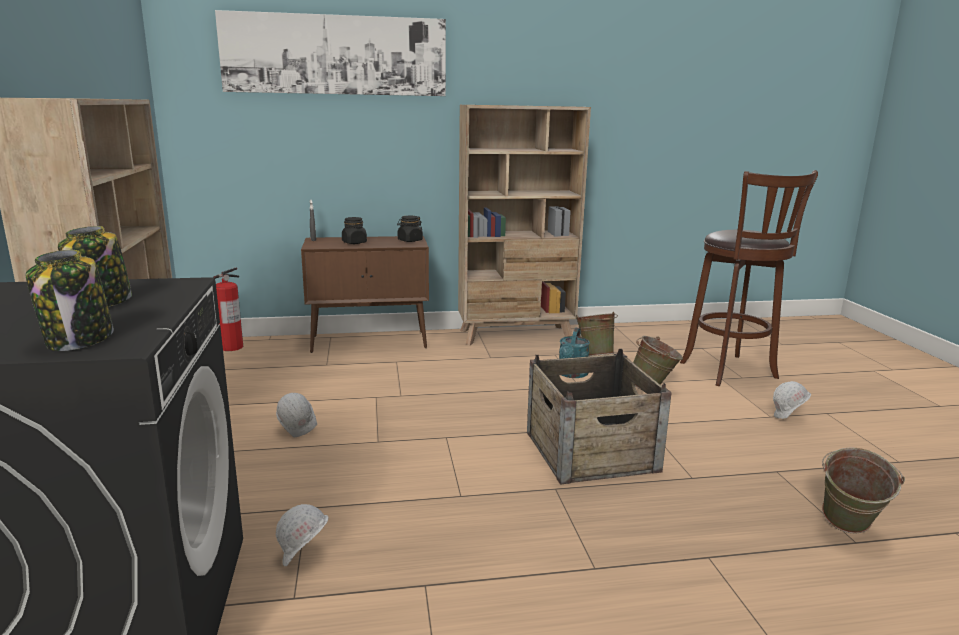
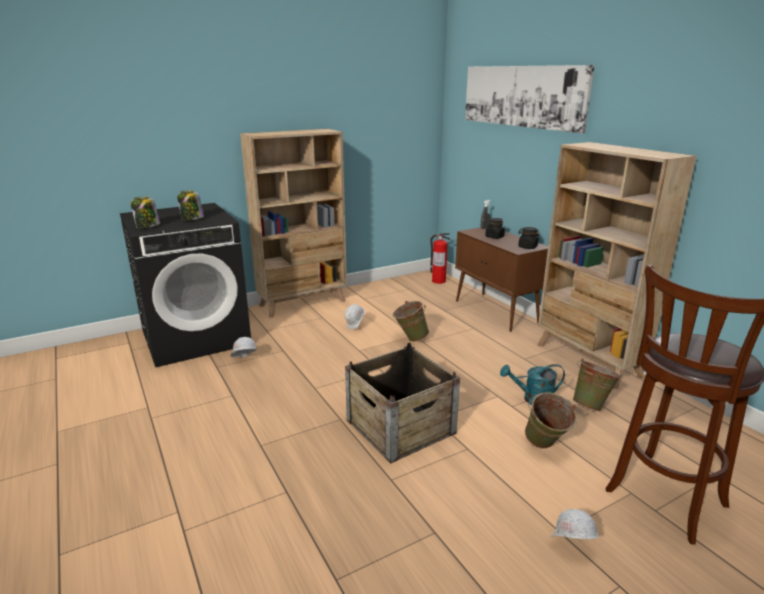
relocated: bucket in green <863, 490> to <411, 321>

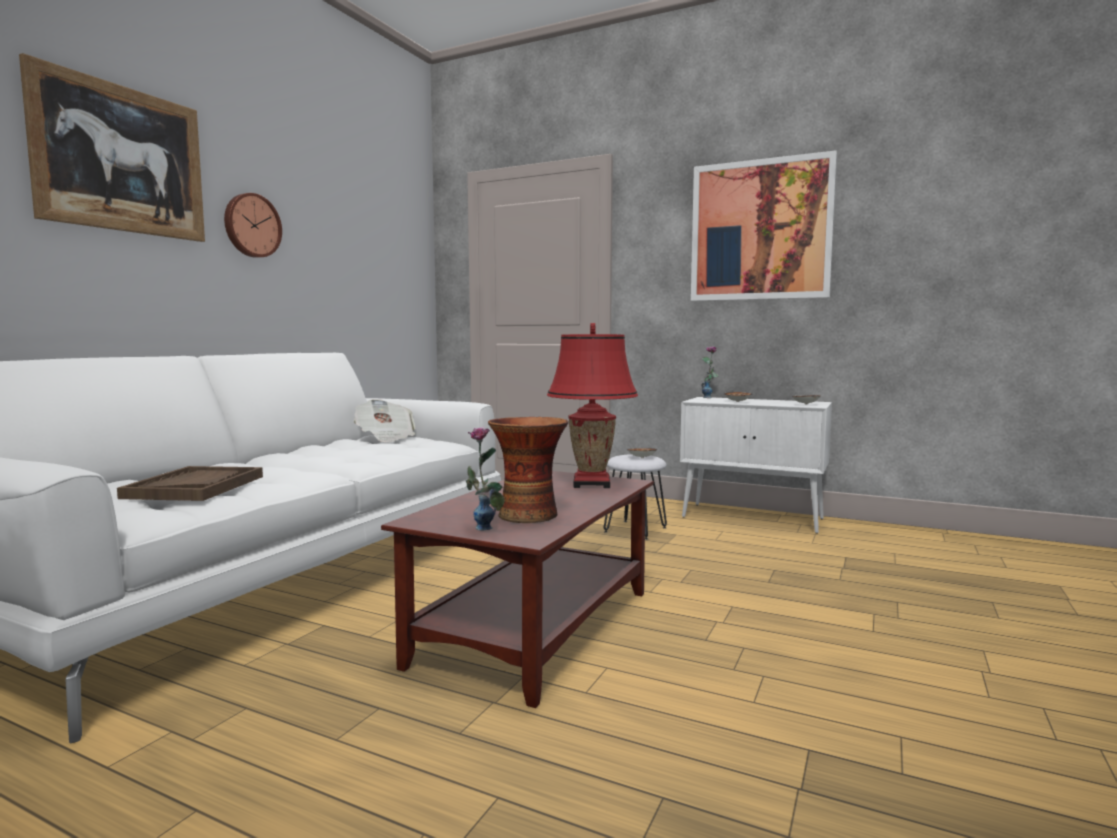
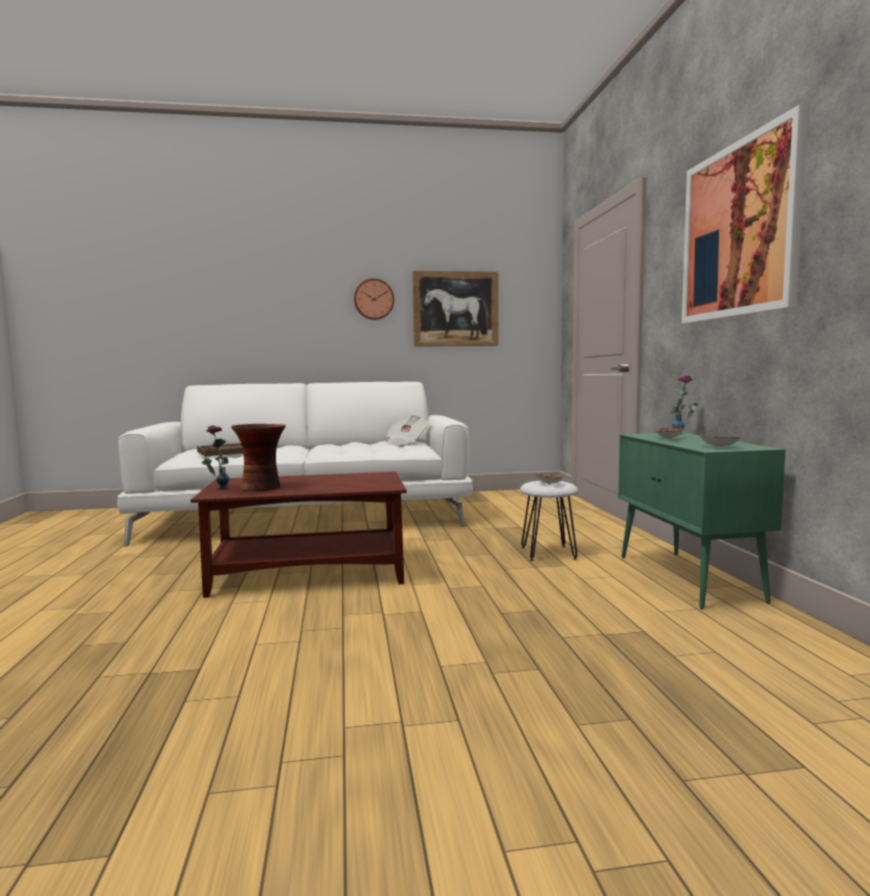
missing: table lamp in red <592, 405>
relocated: picture <112, 147> to <455, 309>
colour: cabinet in white <756, 465> to cabinet in green <701, 521>

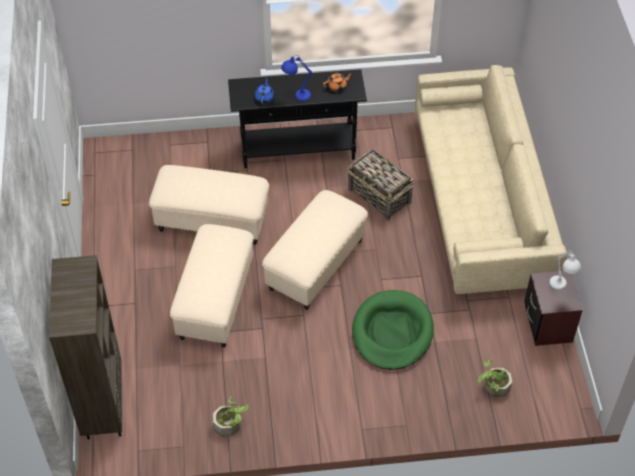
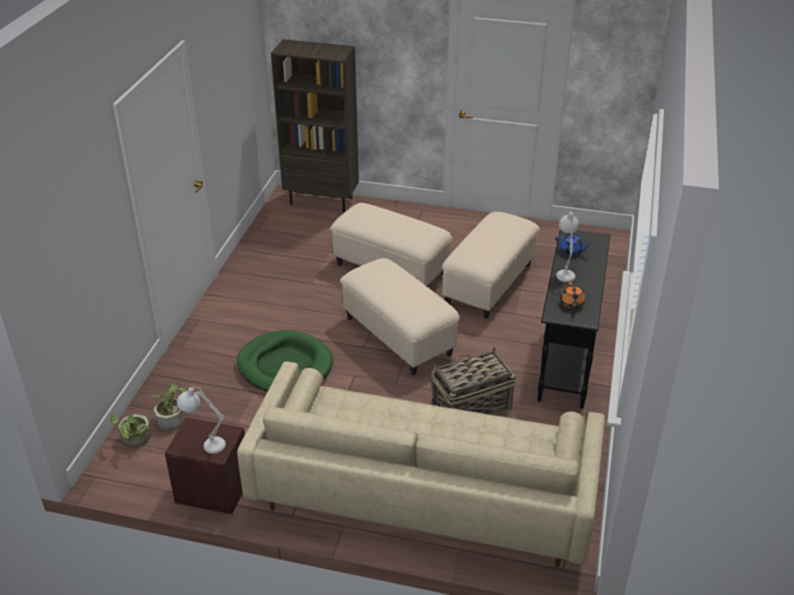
relocated: potted plant <231, 416> to <130, 431>
colour: table lamp in blue <296, 78> to table lamp in white <567, 247>

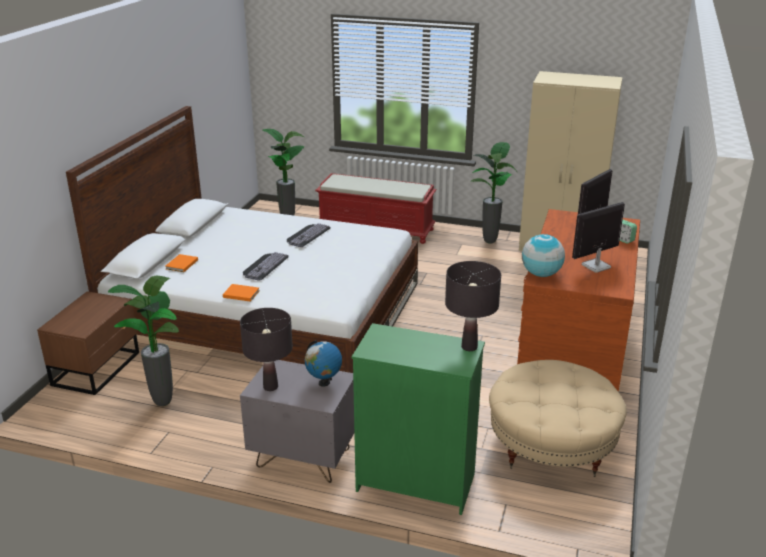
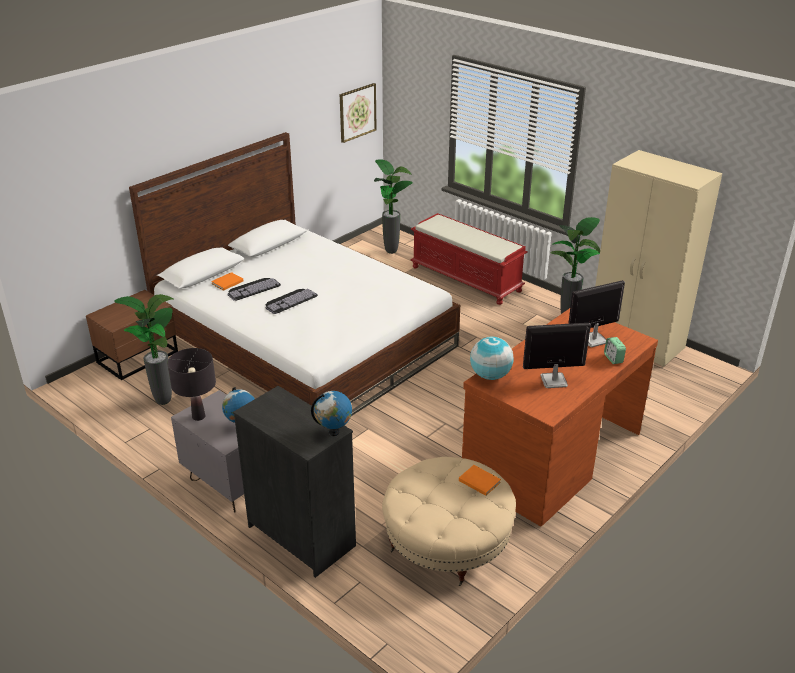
appeared: picture <358, 113>
relocated: book in orange <241, 293> to <480, 480>; keyboard <309, 235> to <254, 289>
exchanged: table lamp in black <473, 306> to globe <331, 413>
colour: dresser in green <418, 419> to dresser in black <294, 482>

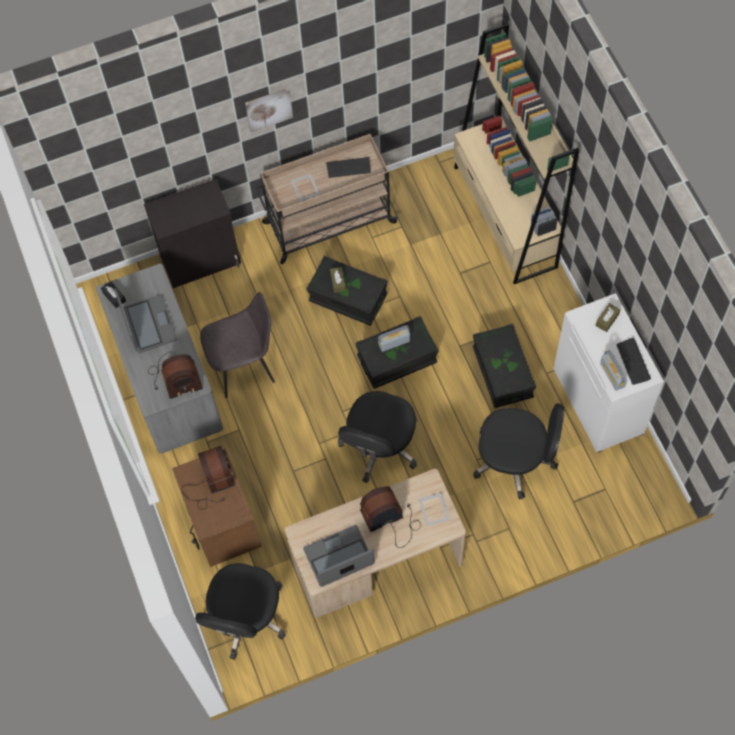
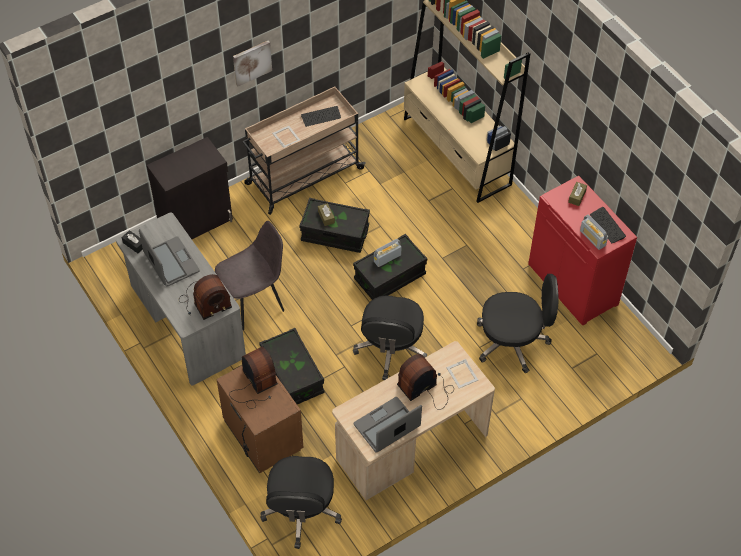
relocated: storage box in black <504, 366> to <291, 366>
colour: cabinet in white <609, 373> to cabinet in red <582, 250>

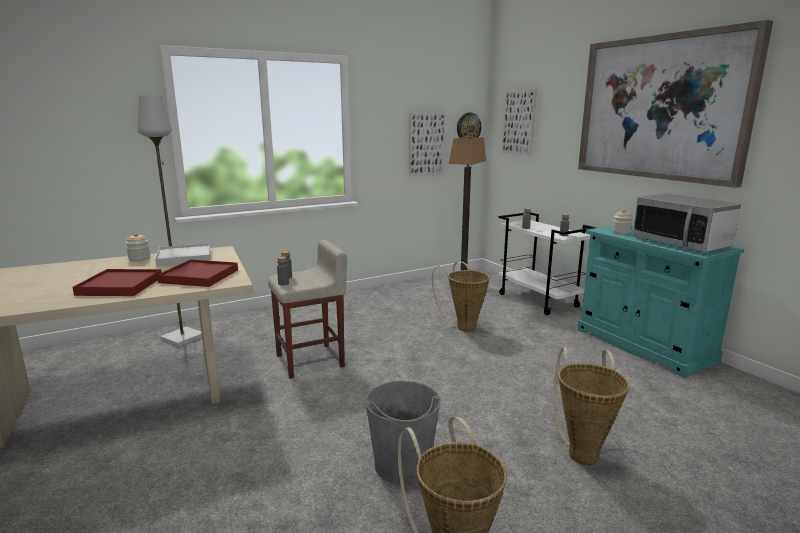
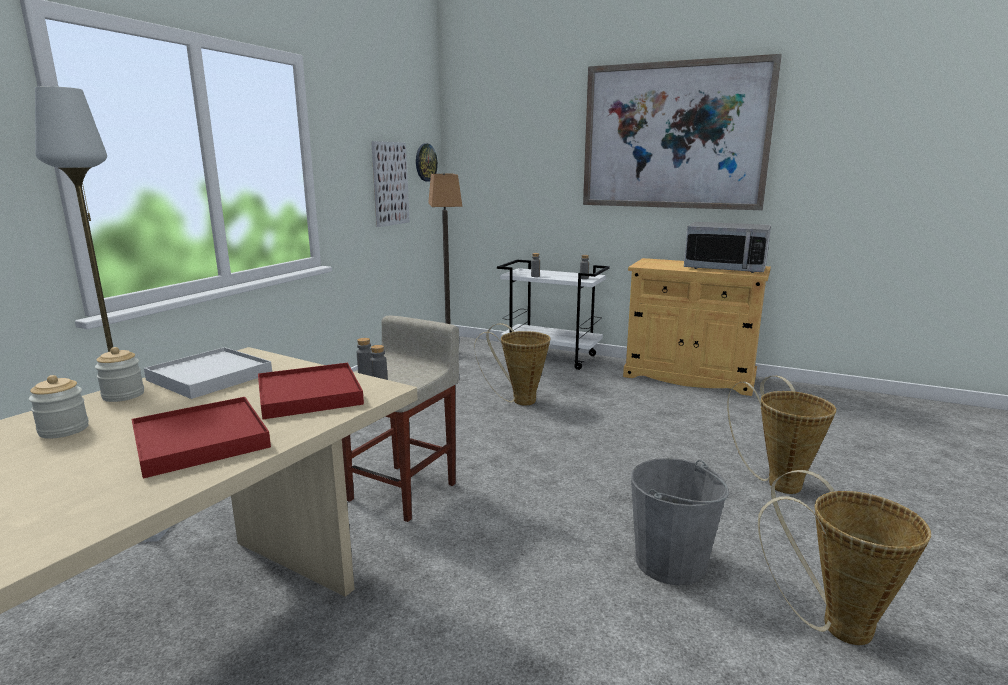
missing: picture <519, 123>
relocated: jar <622, 221> to <59, 407>
colour: cabinet in turquoise <661, 301> to cabinet in beige <697, 327>

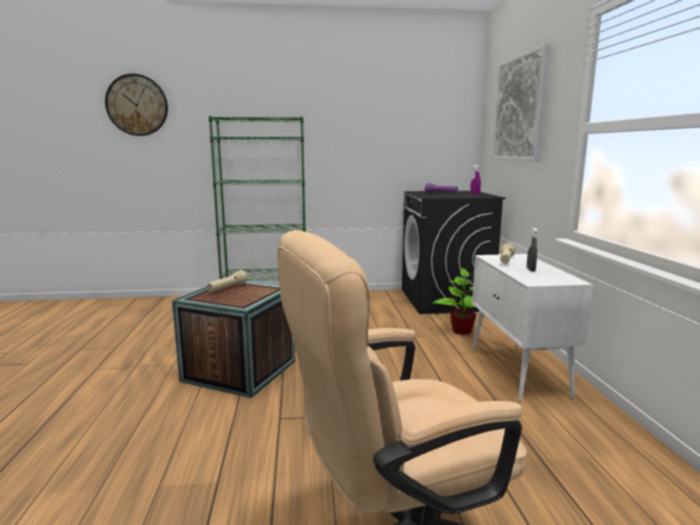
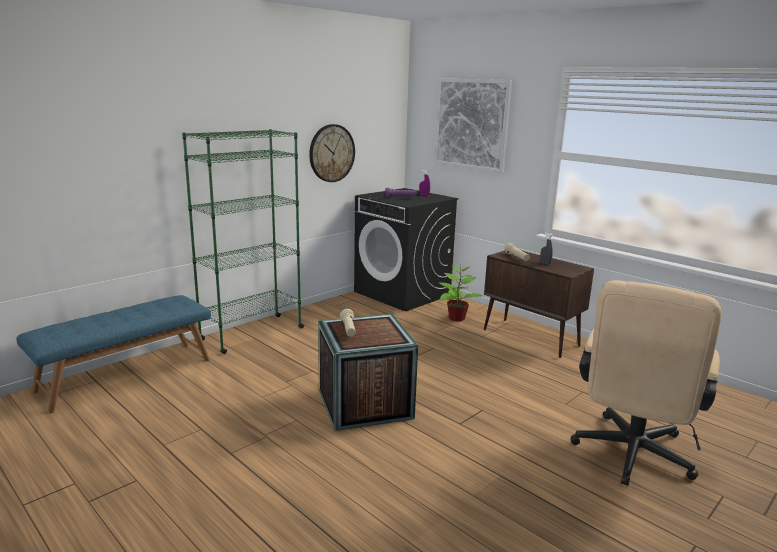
appeared: bench in blue <114, 354>
relocated: wall clock <136, 105> to <332, 153>
colour: cabinet in white <532, 328> to cabinet in brown <539, 304>

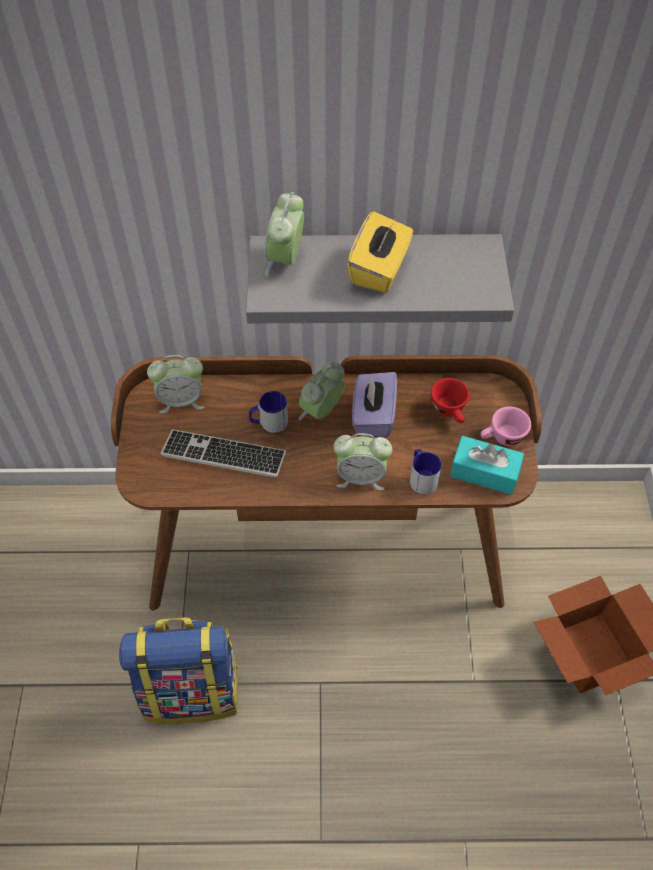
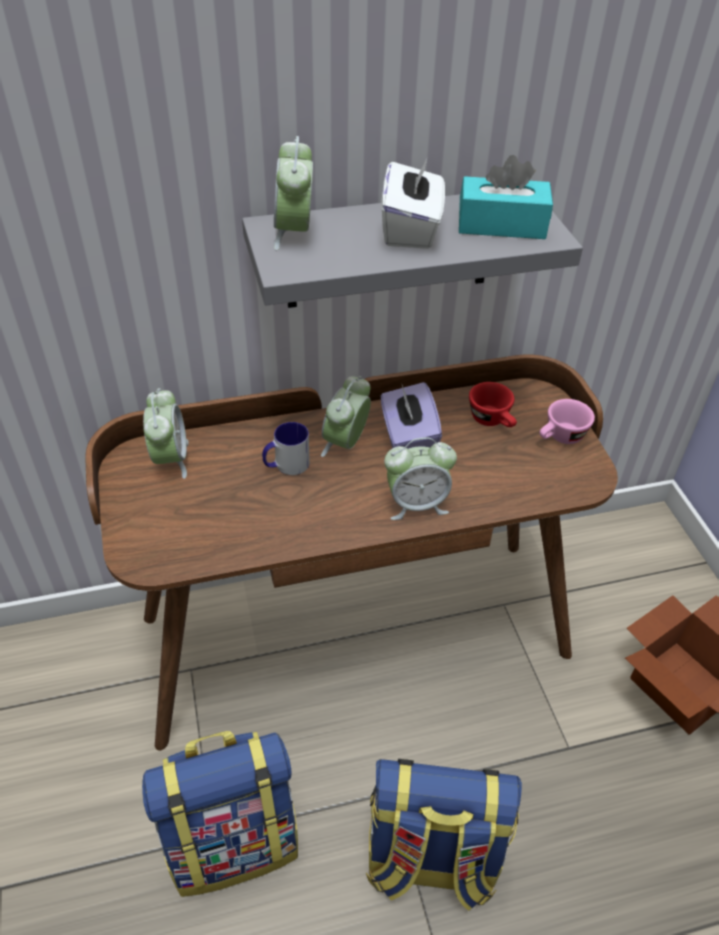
missing: keyboard <223, 453>; mug <426, 472>
appeared: backpack <444, 835>
relocated: tissue box in turquoise <487, 465> to <506, 197>
colour: tissue box in yellow <380, 252> to tissue box in white <413, 201>
spun: alarm clock <176, 384> = <165, 433> 75 degrees counterclockwise

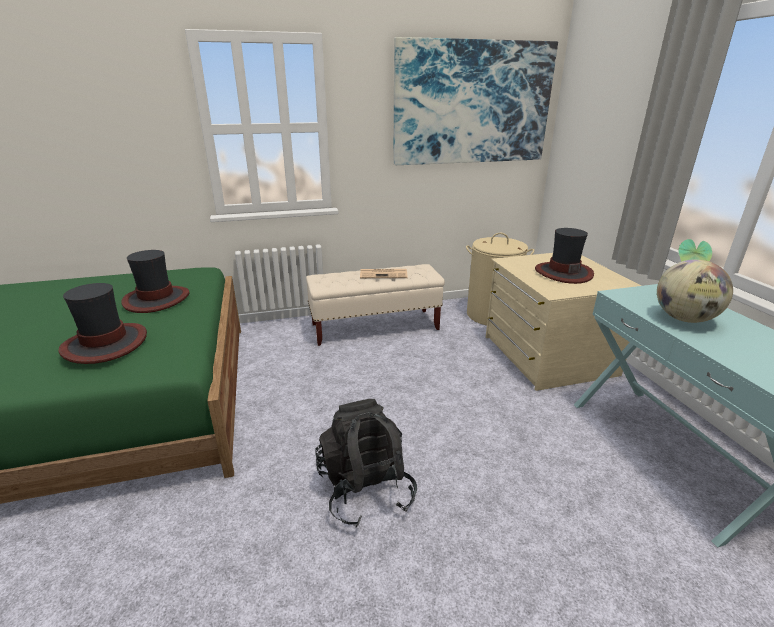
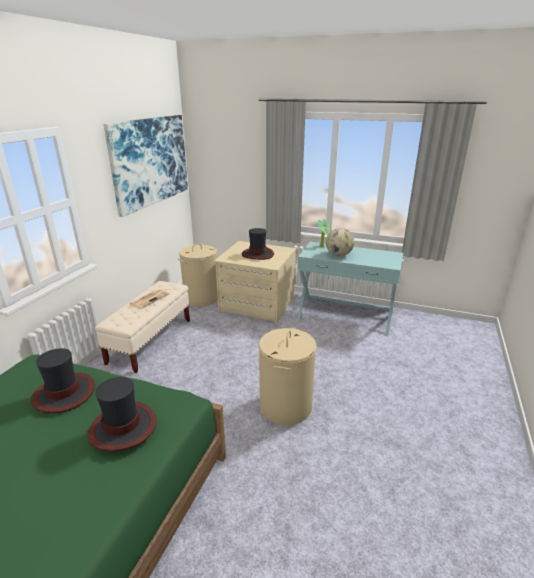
exchanged: backpack in black <366, 463> to laundry basket in beige <288, 377>

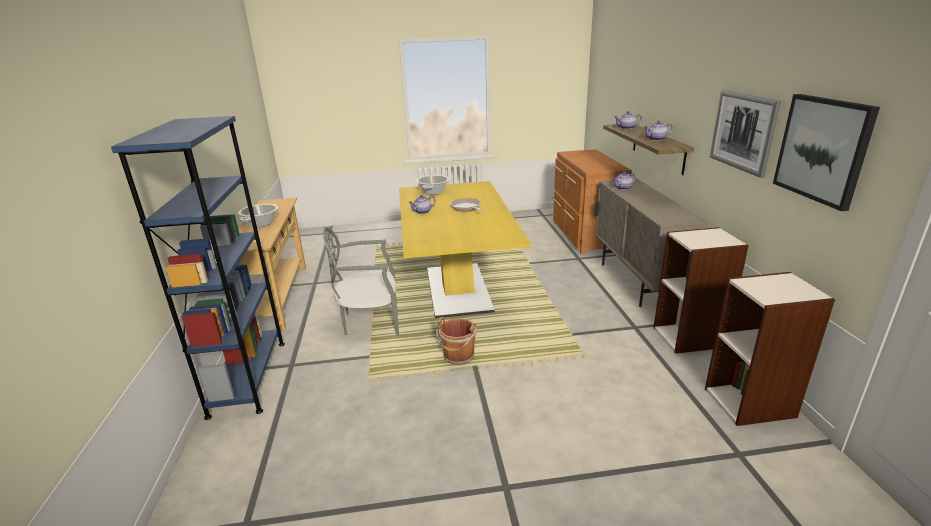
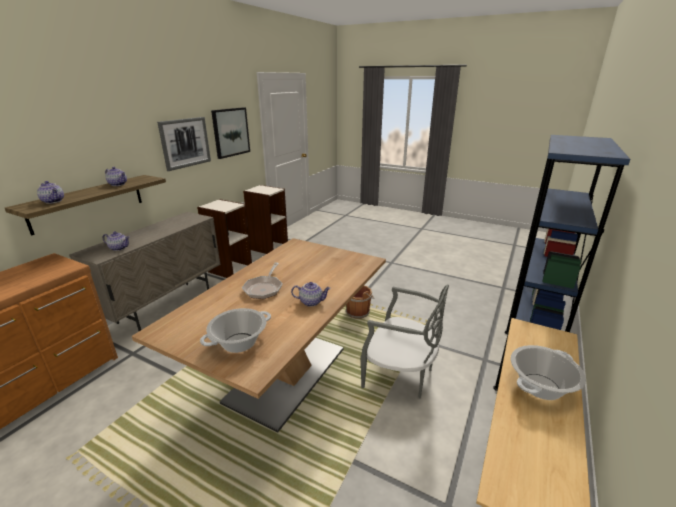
colour: dining table in yellow <465, 249> to dining table in brown <259, 335>

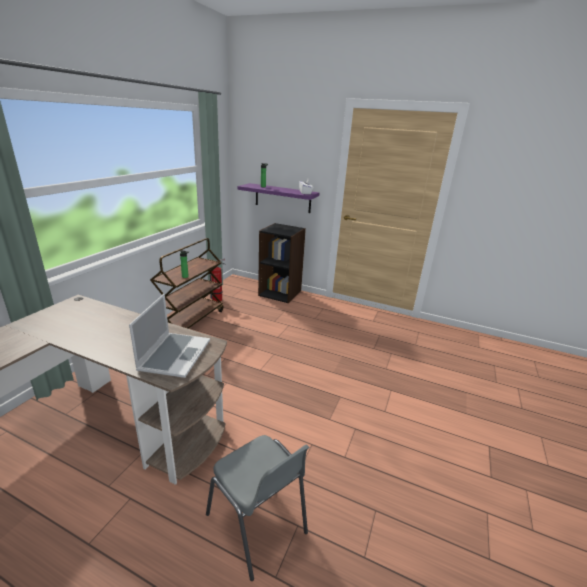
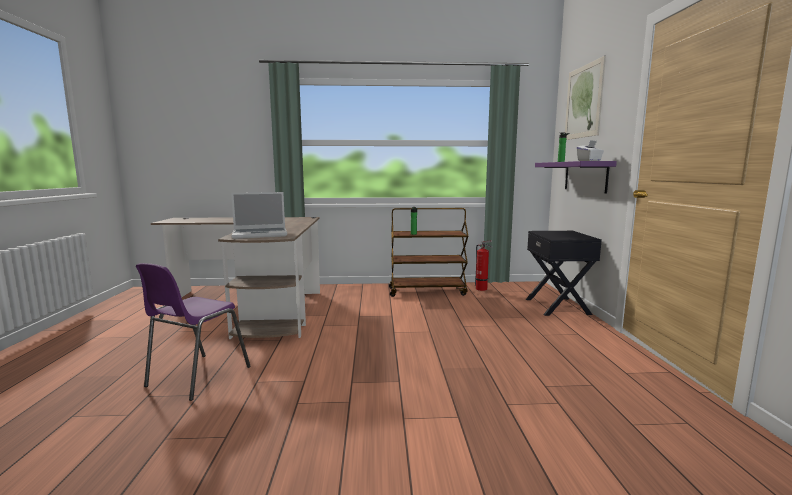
appeared: picture <585, 98>
exchanged: bookcase in black <282, 263> to nightstand in black <564, 273>
colour: chair in grey <257, 508> to chair in purple <193, 332>

